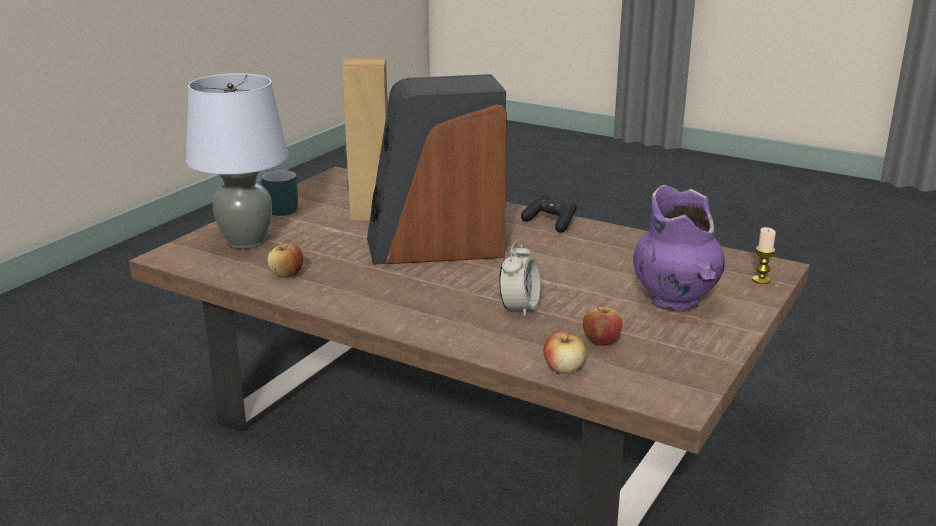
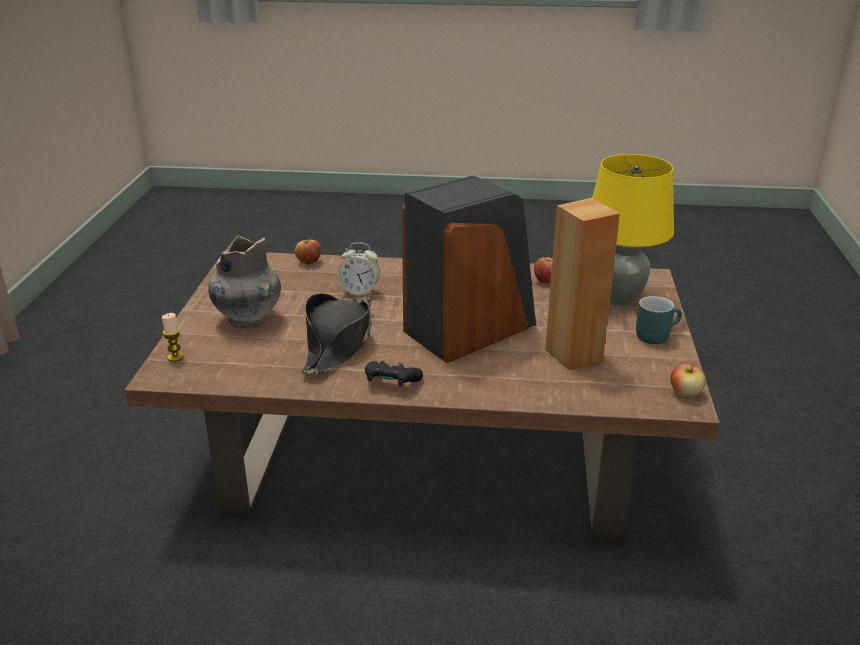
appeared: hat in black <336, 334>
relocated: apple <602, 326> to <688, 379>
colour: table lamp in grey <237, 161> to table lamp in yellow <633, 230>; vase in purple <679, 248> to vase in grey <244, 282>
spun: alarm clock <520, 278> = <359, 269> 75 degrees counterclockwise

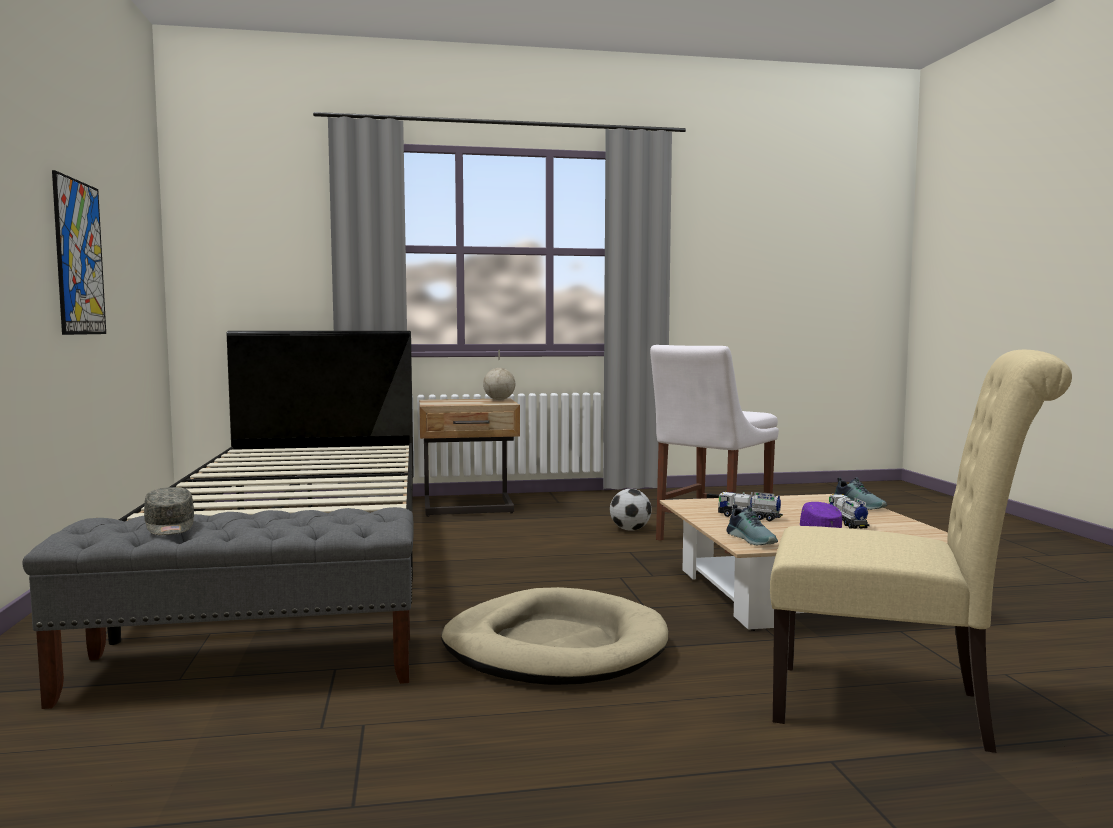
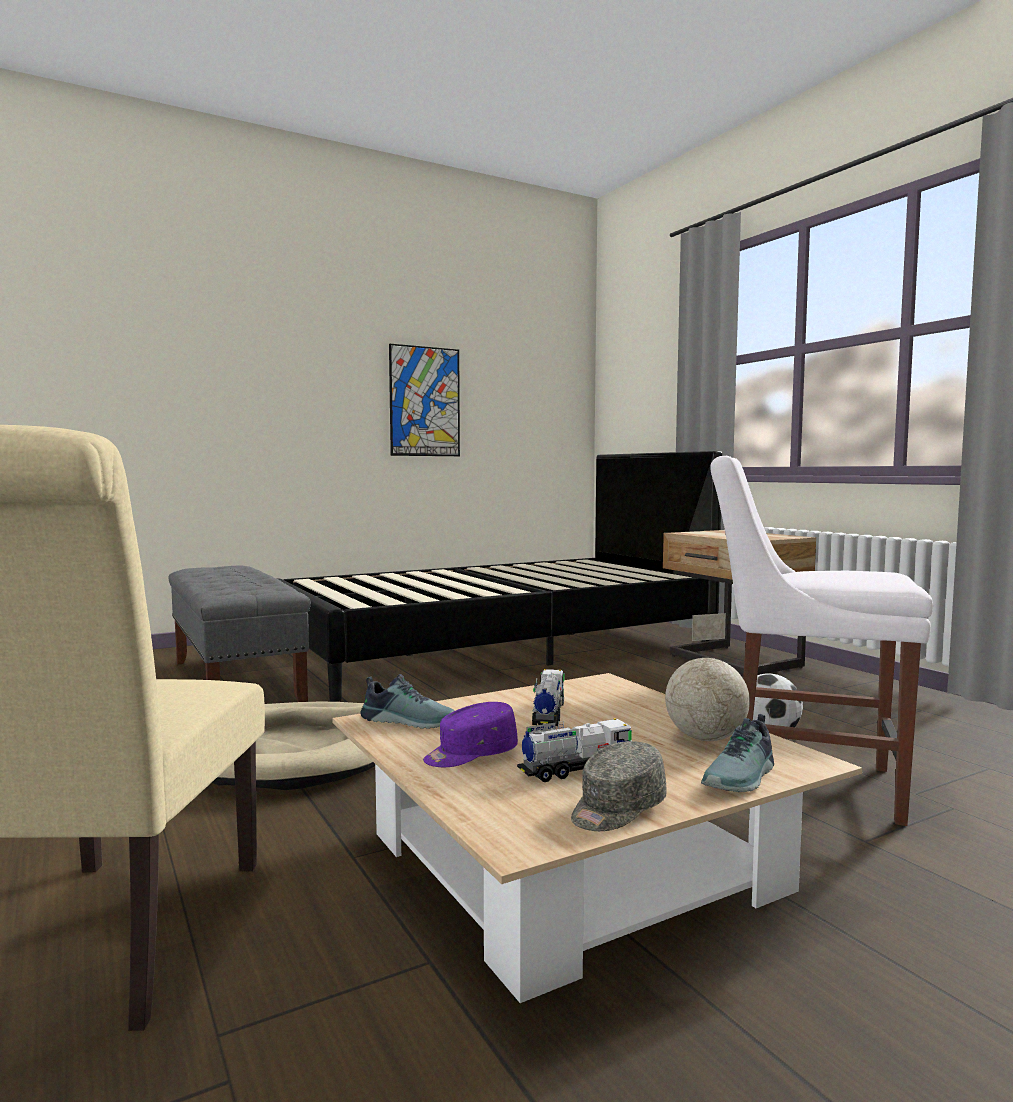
relocated: cap in grey <169, 511> to <618, 786>; globe <499, 375> to <707, 677>
spun: shoe <752, 525> = <407, 701> 120 degrees counterclockwise

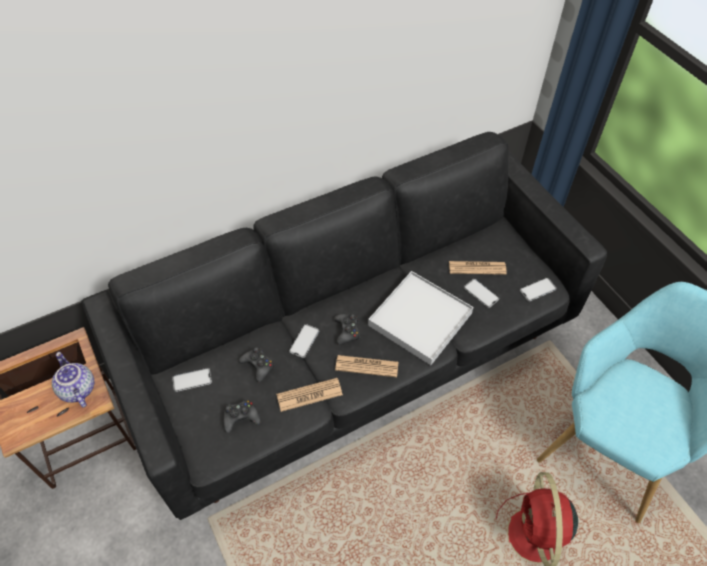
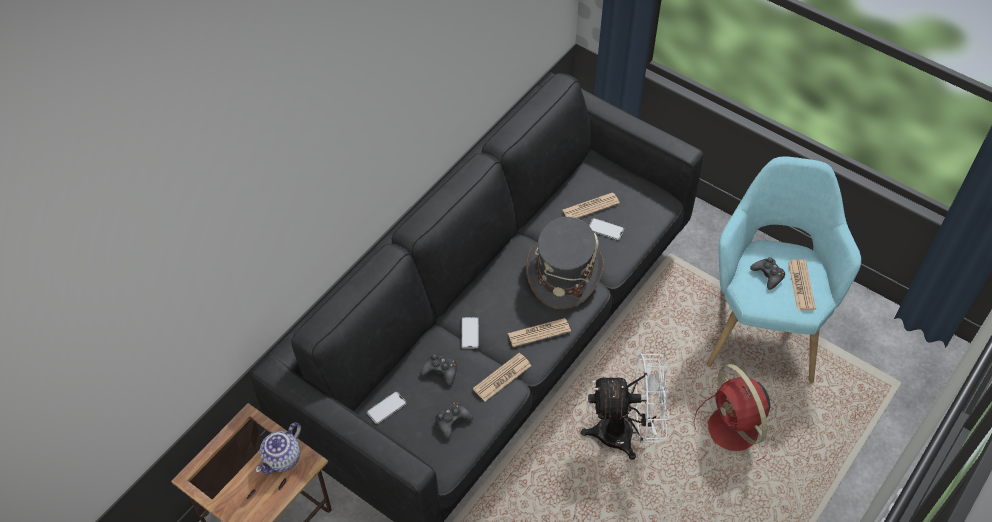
missing: phone <538, 289>
appeared: fan in white <625, 406>; newspaper <802, 284>
relocated: game controller in black <347, 329> to <767, 273>
exchanged: tray in white <420, 318> to hat in grey <565, 263>
spun: teapot <73, 380> = <278, 448> 90 degrees counterclockwise

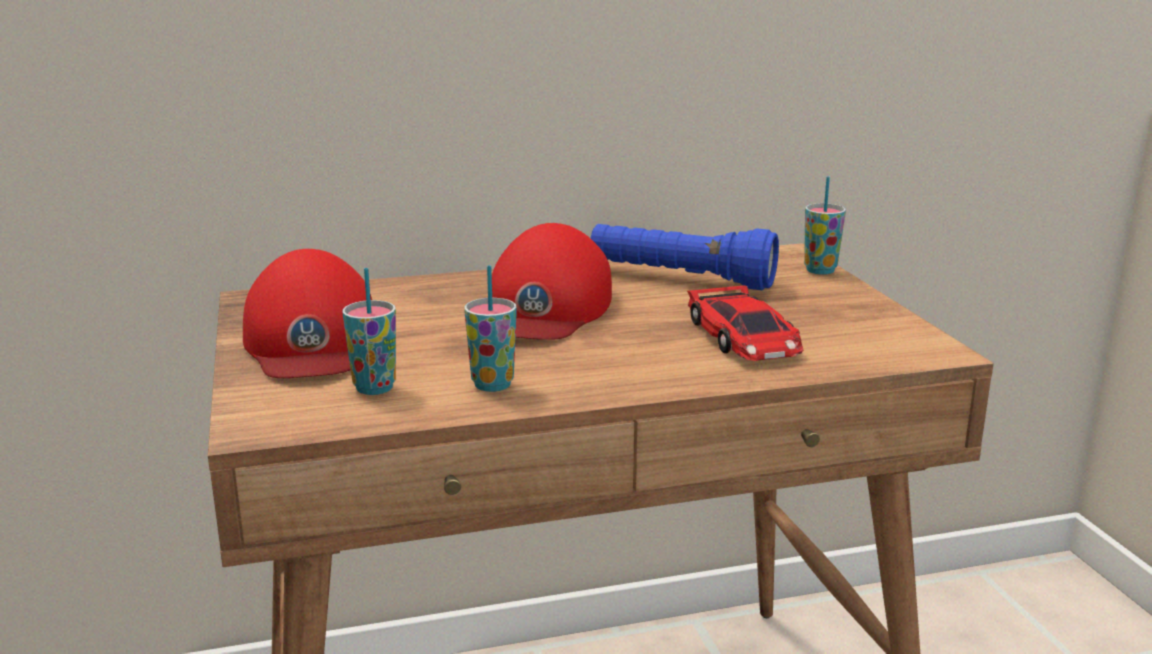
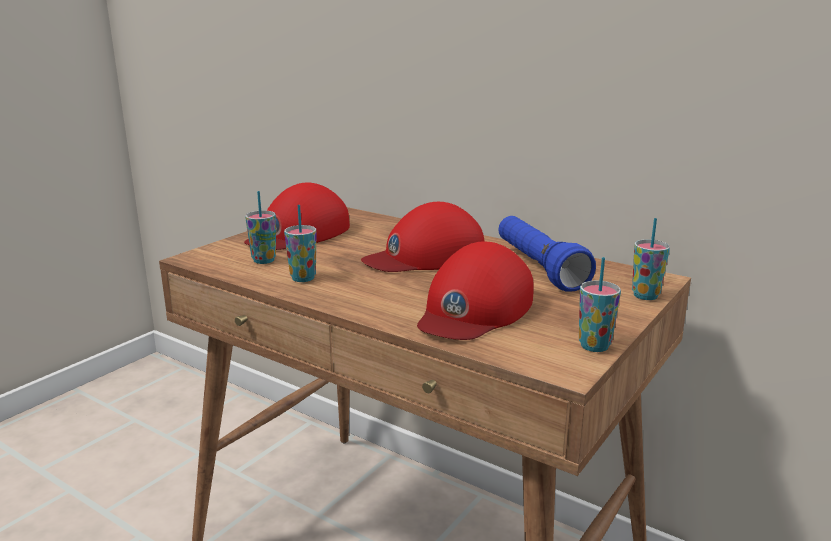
appeared: cup <600, 304>
exchanged: toy car <745, 323> to cap in red <475, 290>

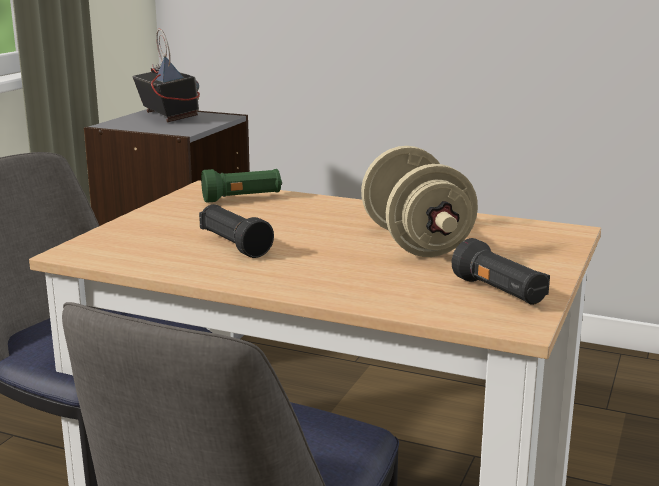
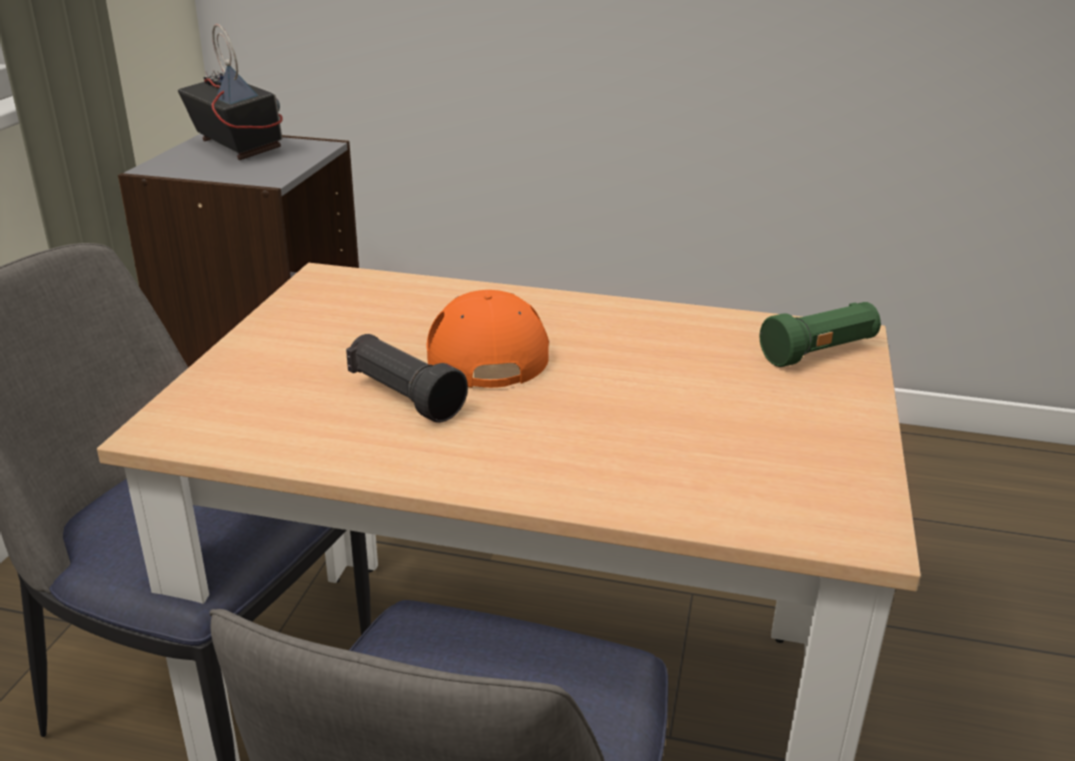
missing: dumbbell in beige <419, 201>; flashlight in black <501, 271>
appeared: cap in orange <487, 339>
relocated: flashlight in green <241, 186> to <820, 334>

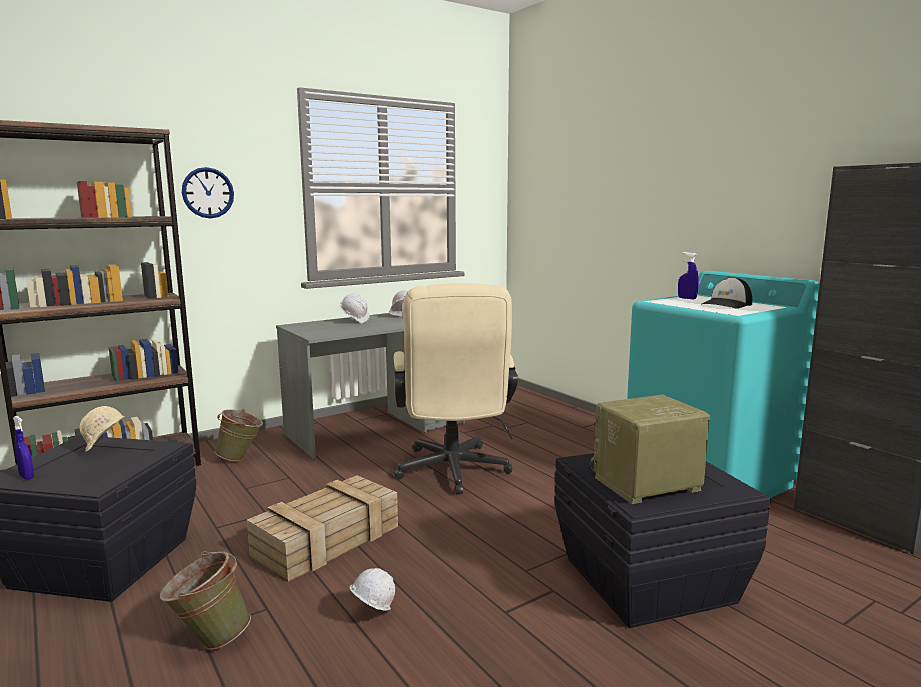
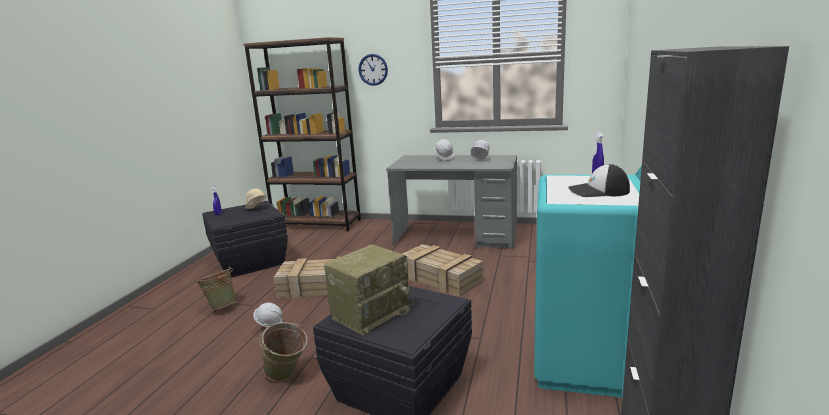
relocated: bucket in green <238, 435> to <283, 351>
exchanged: office chair in beige <456, 389> to crate <442, 270>
spun: radio <649, 449> = <369, 290> 105 degrees clockwise

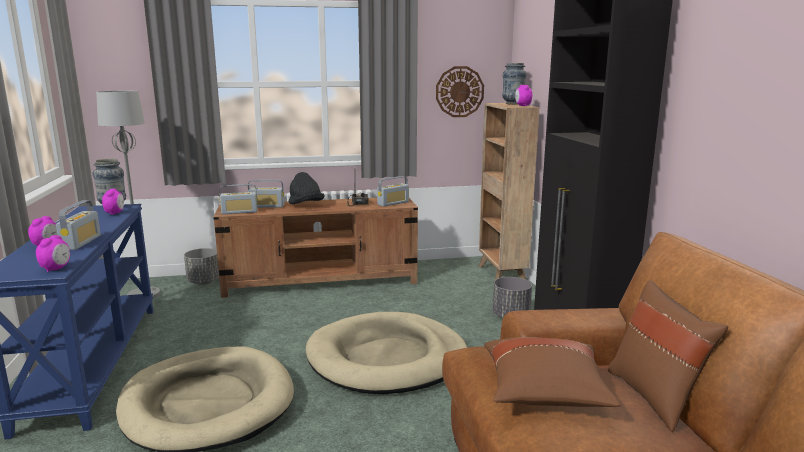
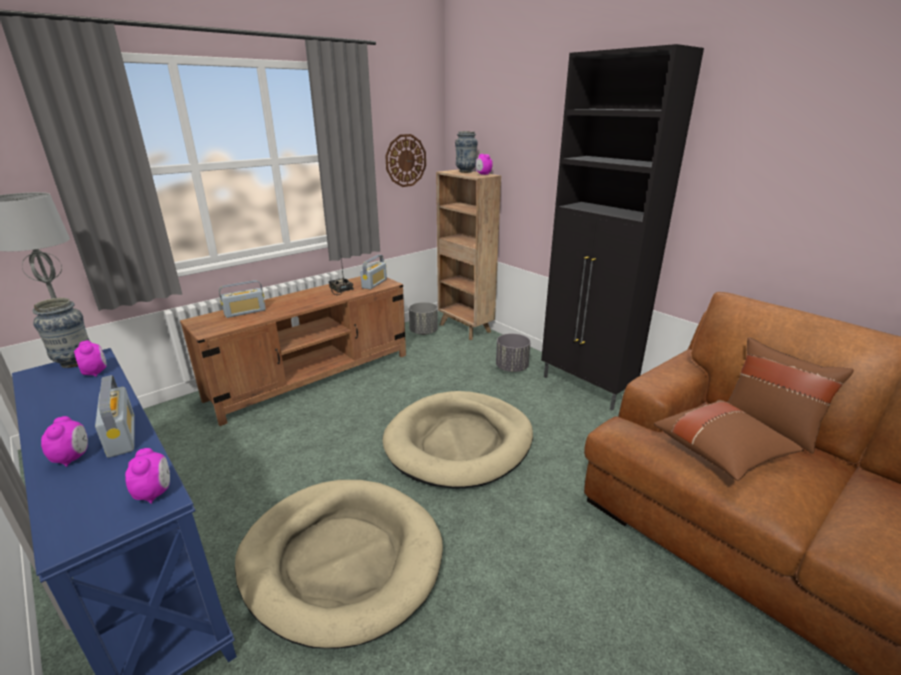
missing: radio <238, 199>; hat in black <306, 188>
relocated: planter in grey <201, 266> to <423, 318>

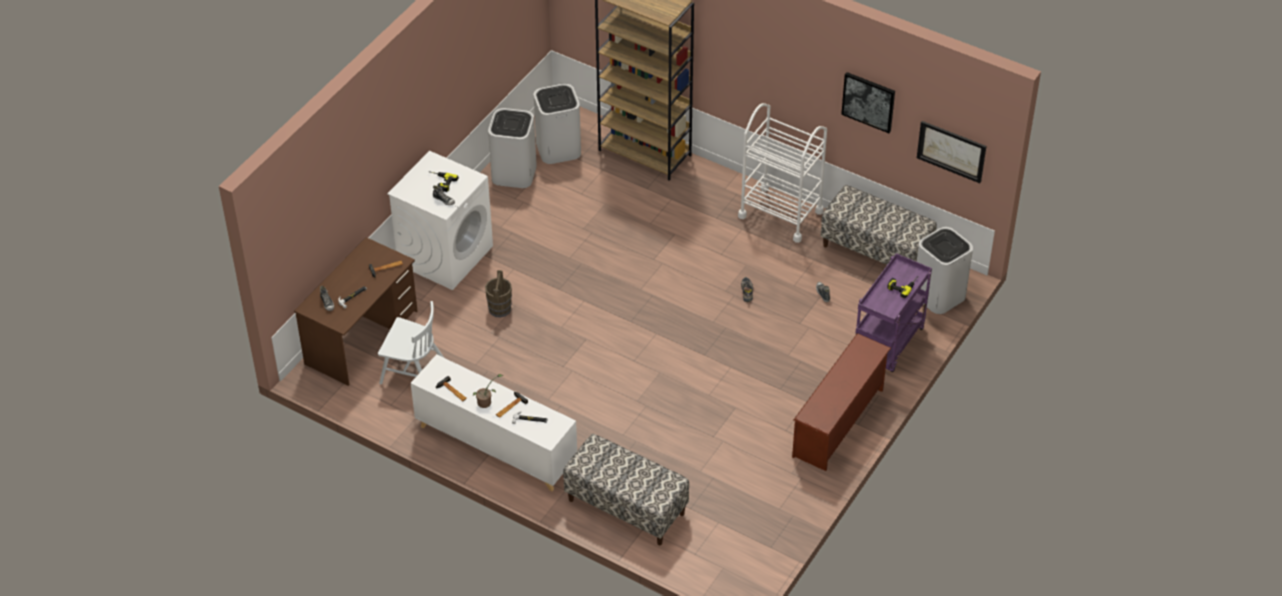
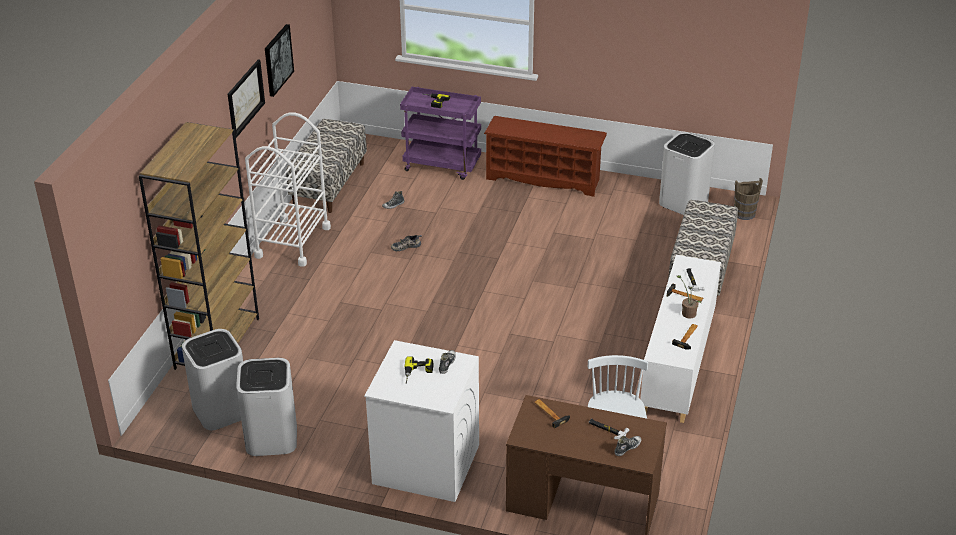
relocated: bucket in brown <498, 293> to <748, 199>; picture <951, 152> to <246, 99>; trash can in white <945, 270> to <687, 173>

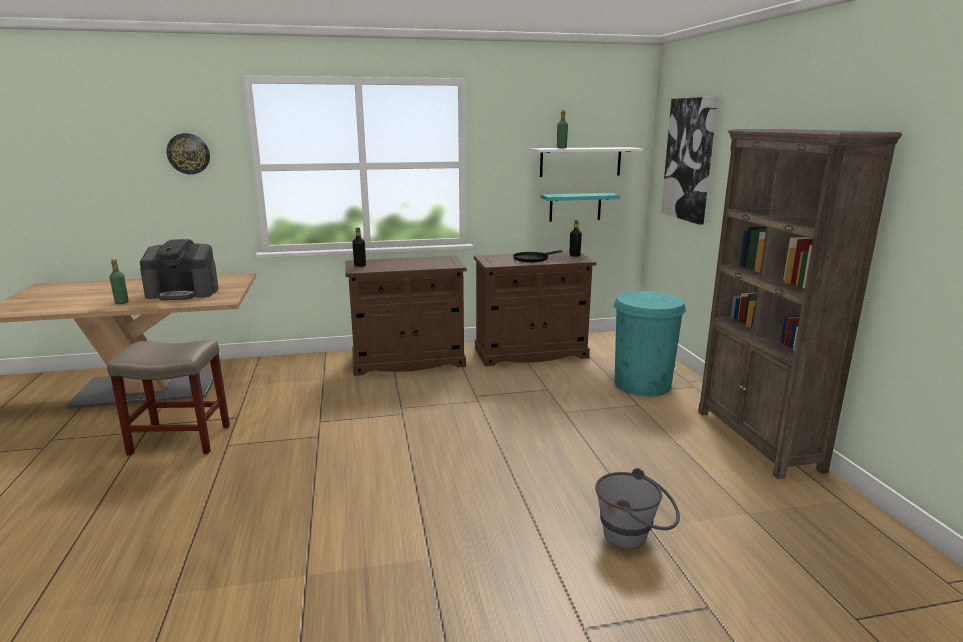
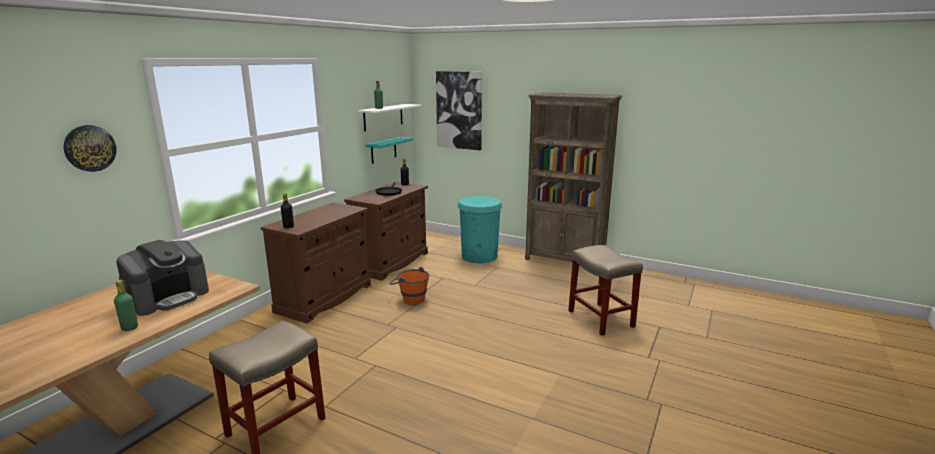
appeared: bucket in orange <409, 286>
exchanged: bucket in grey <637, 508> to stool in beige <605, 290>

